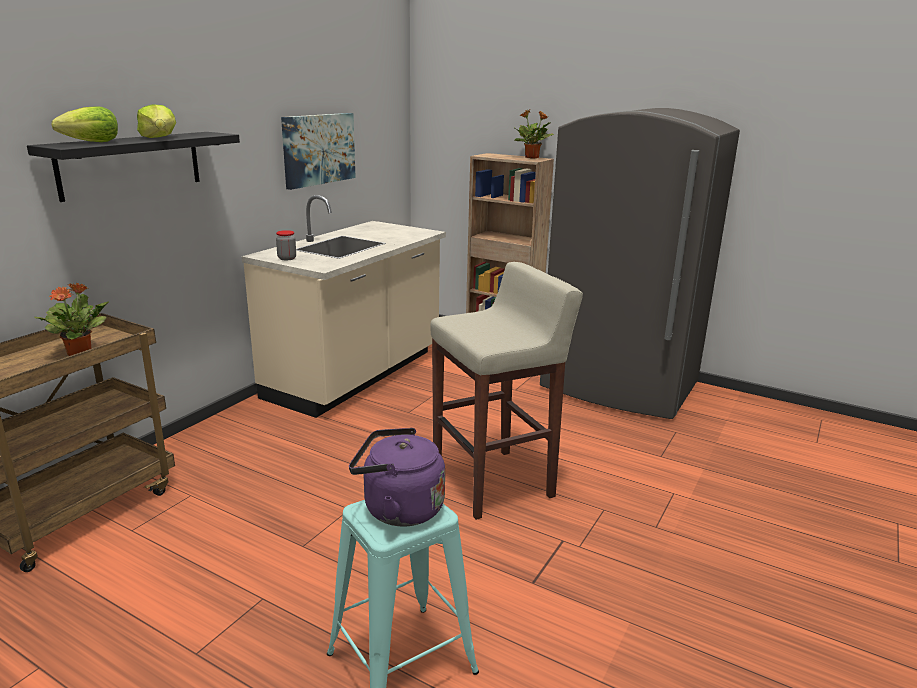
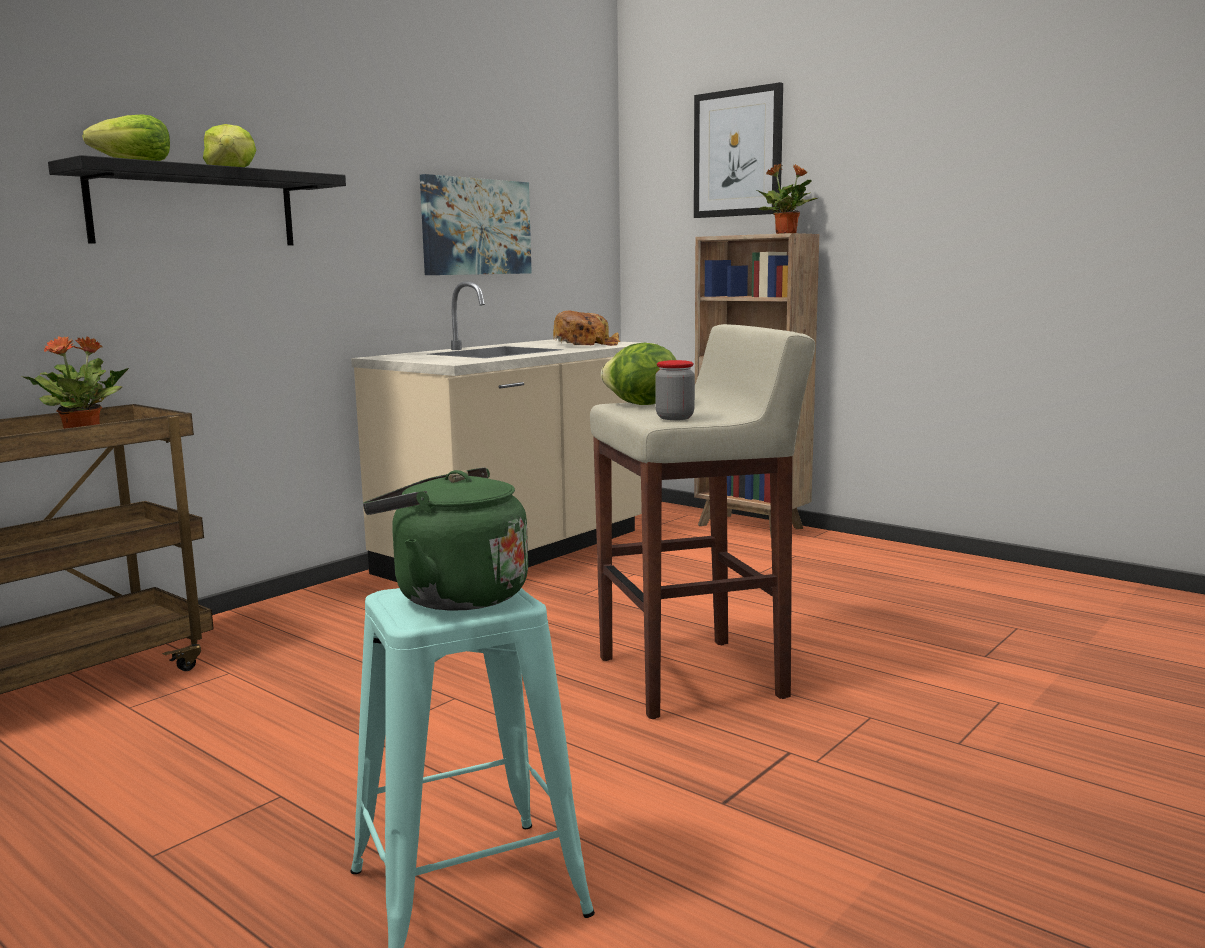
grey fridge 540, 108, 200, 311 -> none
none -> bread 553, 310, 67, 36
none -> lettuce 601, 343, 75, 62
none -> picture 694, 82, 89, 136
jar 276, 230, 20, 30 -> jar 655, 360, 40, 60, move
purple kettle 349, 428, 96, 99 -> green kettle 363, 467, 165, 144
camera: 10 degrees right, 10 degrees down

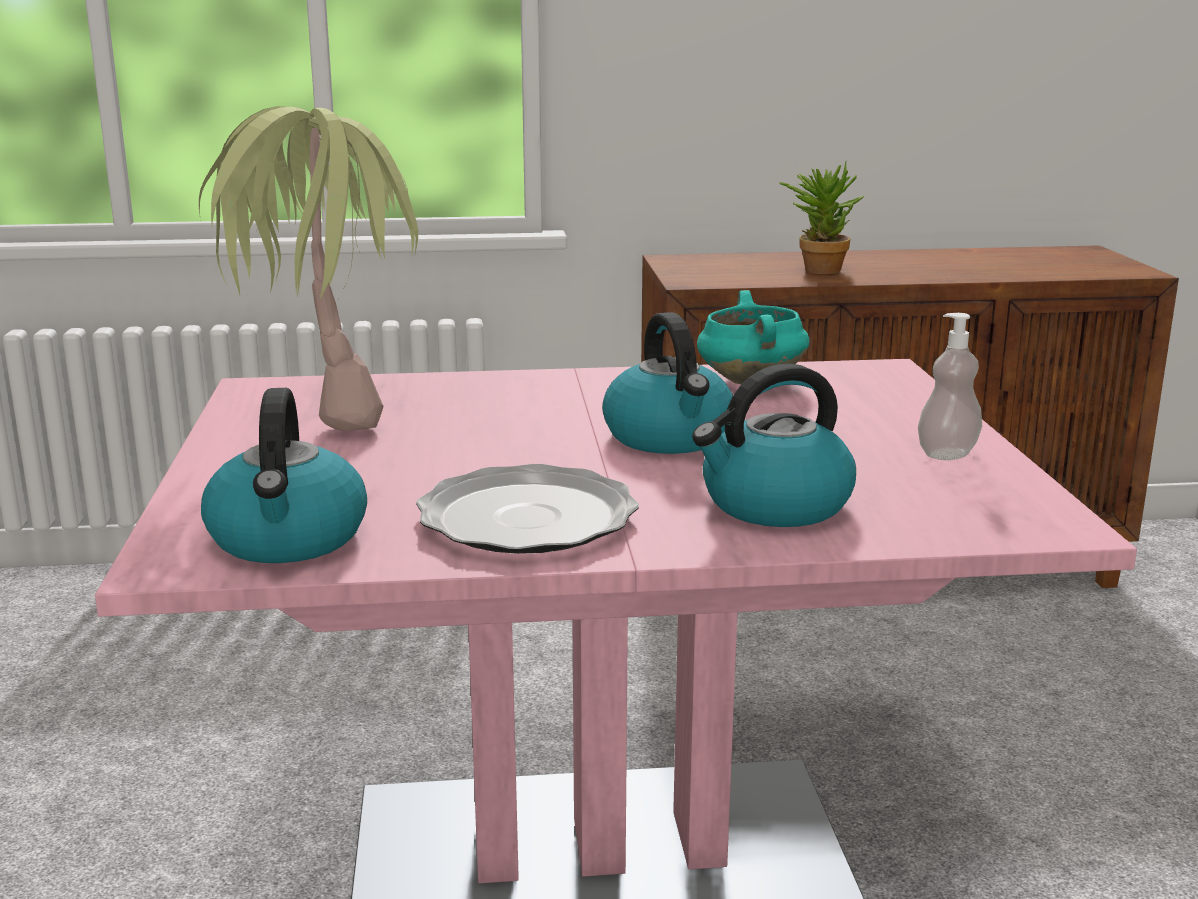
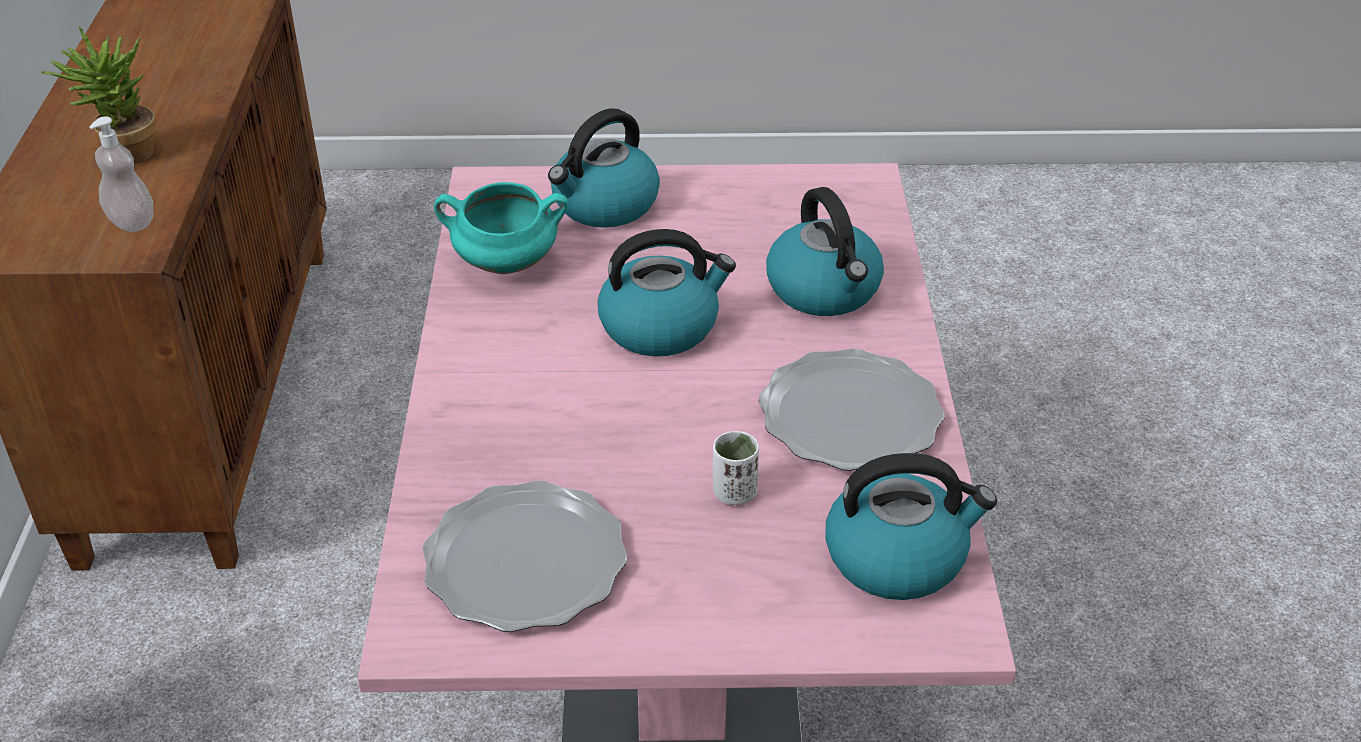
none -> kettle 548, 108, 112, 119
none -> white cup 713, 431, 46, 74
soap dispenser 918, 313, 64, 147 -> soap dispenser 90, 116, 63, 116, move
potted plant 199, 106, 219, 325 -> plate 422, 480, 206, 152
camera: 85 degrees left, 20 degrees up

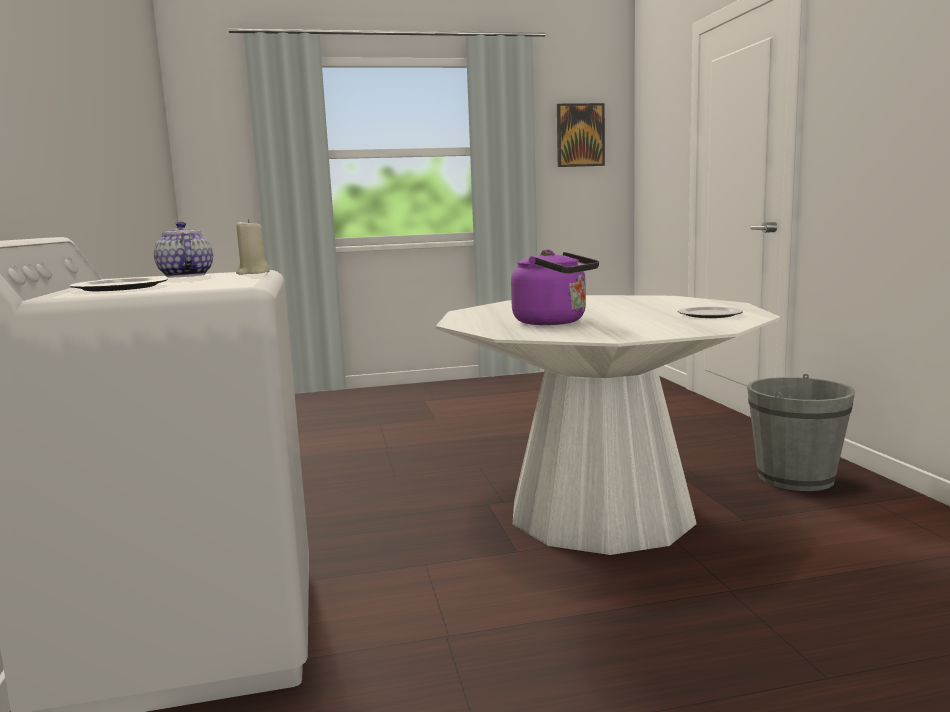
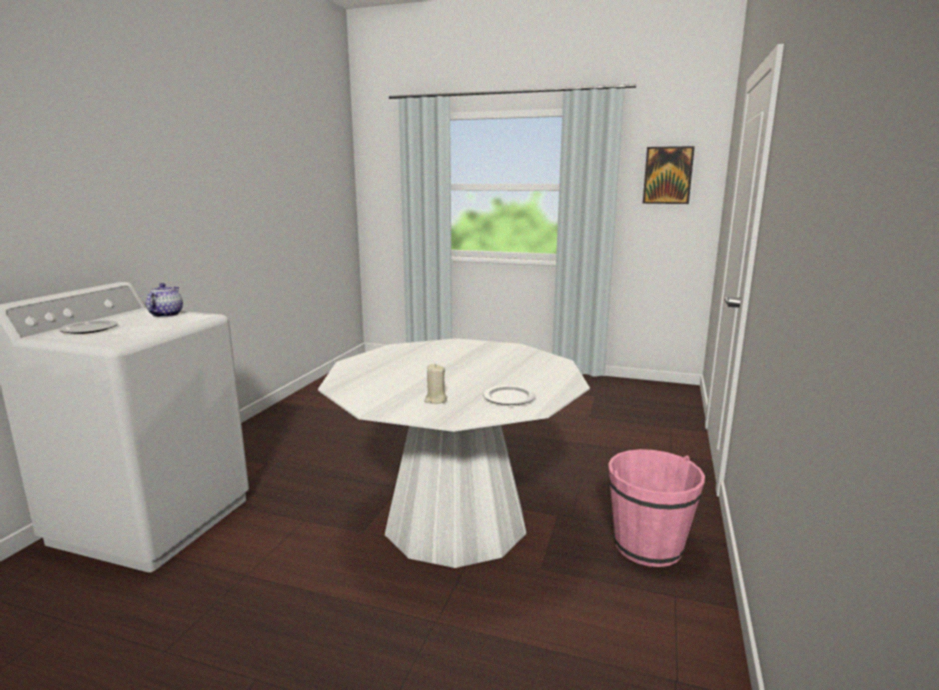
purple kettle 511, 249, 88, 76 -> none
beige candle 236, 219, 34, 56 -> beige candle 424, 364, 24, 40, move
grey bucket 747, 374, 108, 117 -> pink bucket 608, 449, 97, 118
camera: 30 degrees right, 5 degrees up

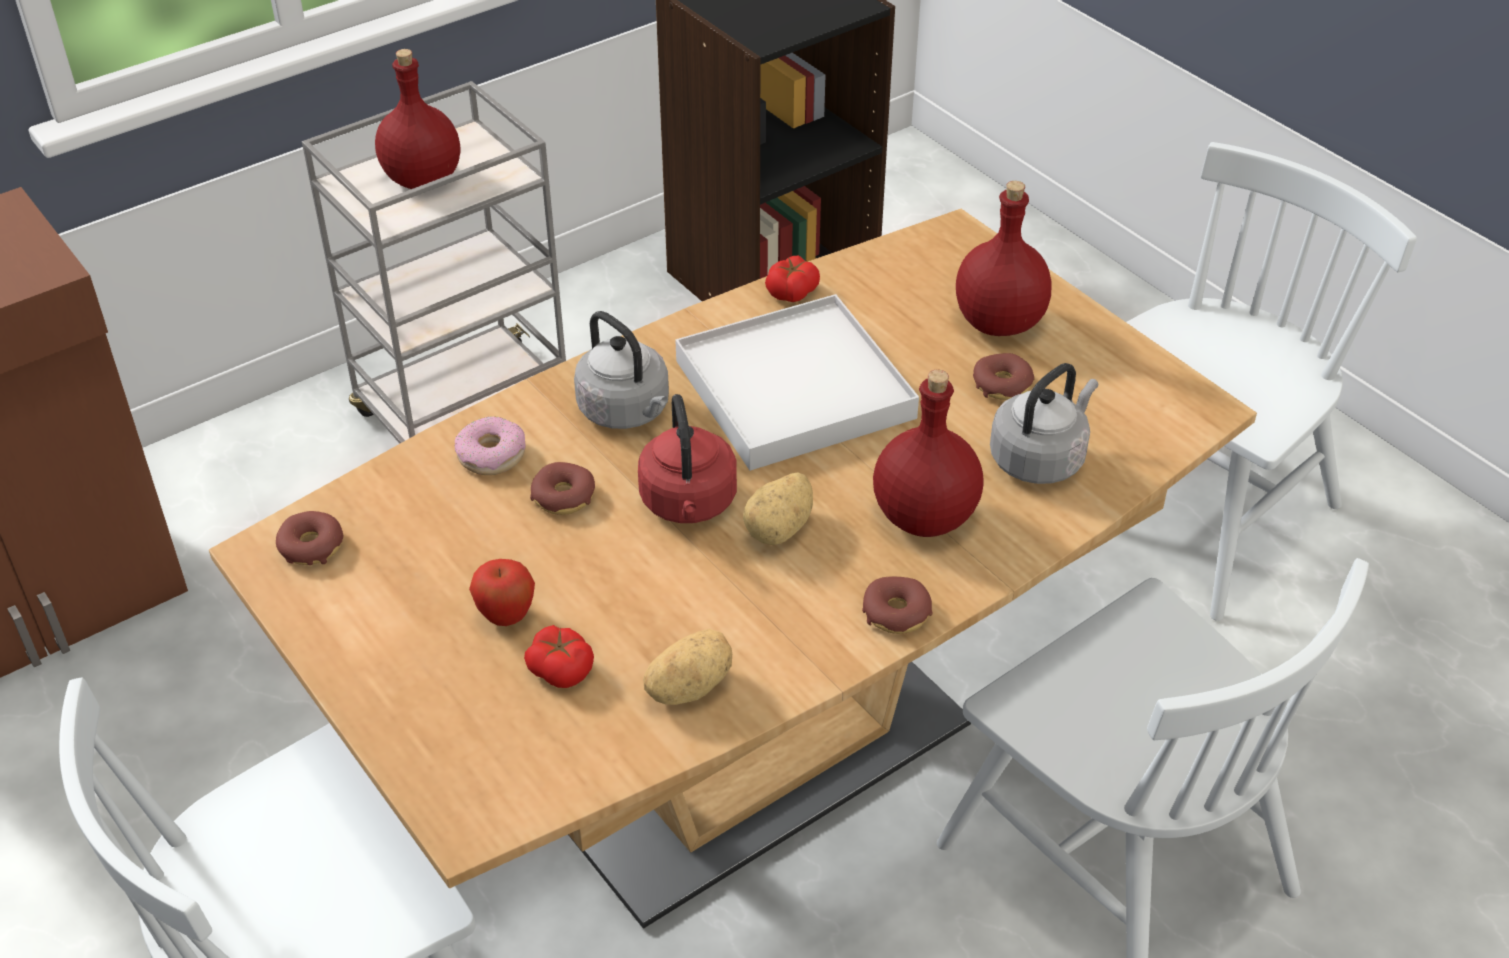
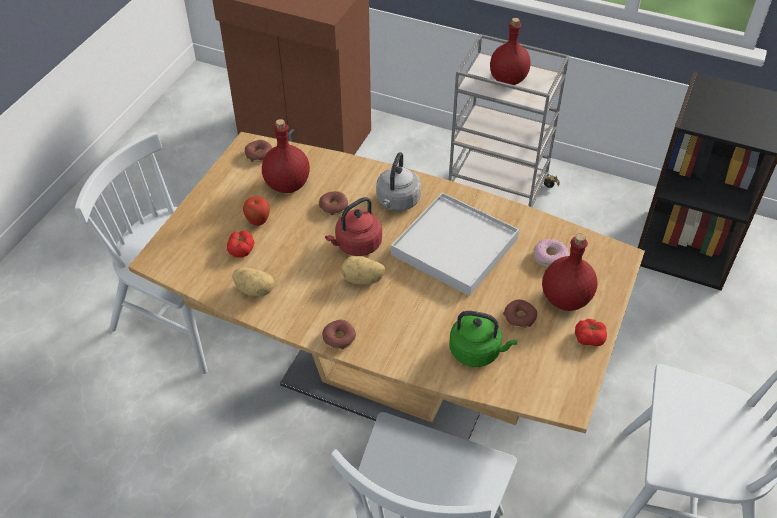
donut 455, 416, 71, 59 -> donut 533, 239, 36, 29, move
tomato 765, 256, 55, 46 -> tomato 575, 319, 32, 27, move
red bottle 873, 370, 110, 167 -> red bottle 262, 119, 48, 74, move
grey kettle 990, 363, 108, 121 -> green kettle 449, 311, 68, 56
camera: 60 degrees right, 5 degrees up

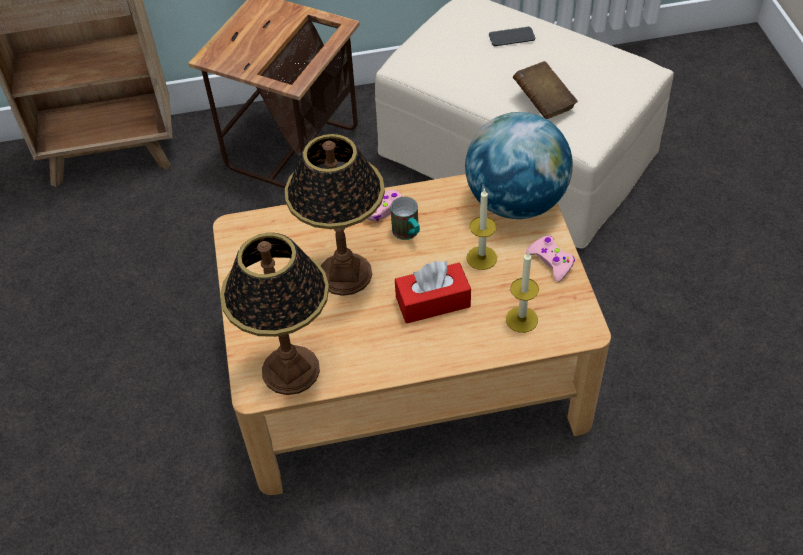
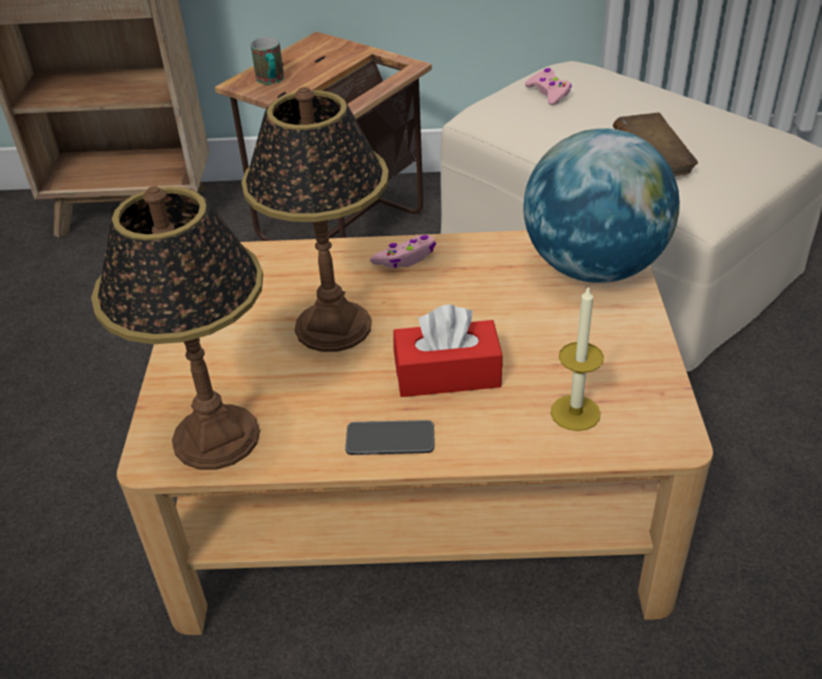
candle 467, 188, 30, 82 -> none
mug 391, 197, 29, 43 -> mug 251, 37, 33, 48, move
phone 489, 27, 46, 19 -> phone 345, 420, 89, 35, move
pink game controller 526, 236, 49, 46 -> pink game controller 525, 68, 47, 37, move
camera: 10 degrees right, 10 degrees down

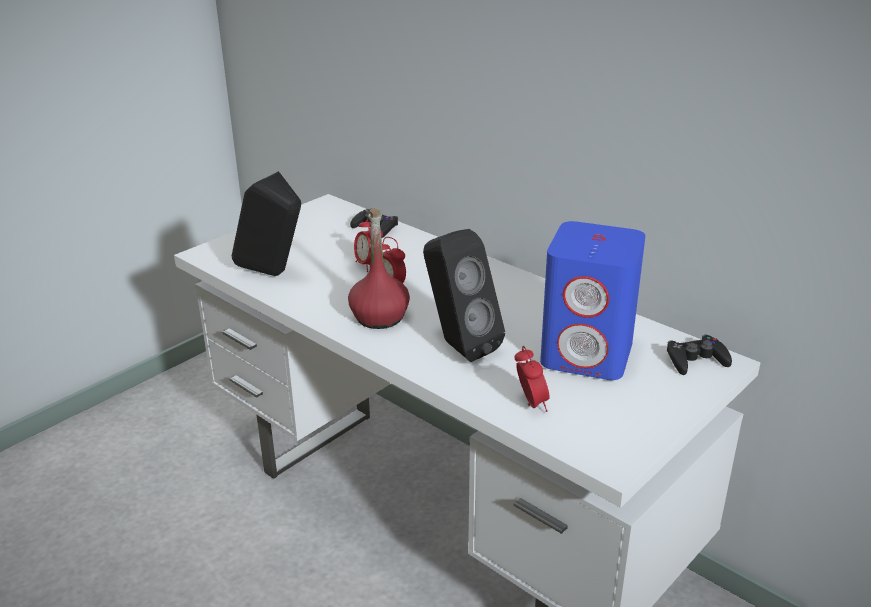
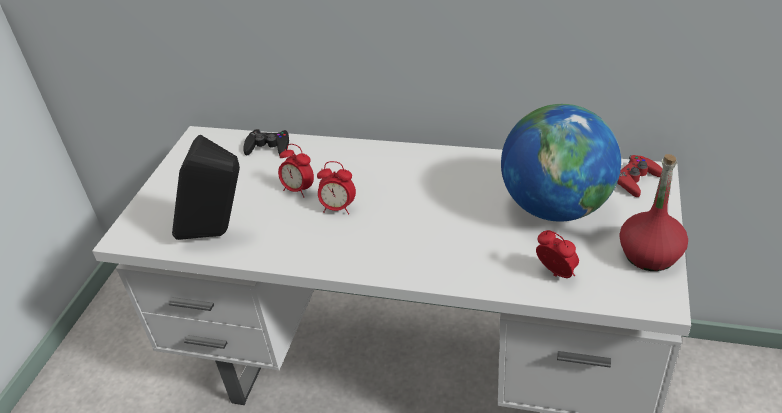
black speaker 423, 229, 82, 133 -> none
red bottle 348, 209, 62, 120 -> red bottle 619, 154, 69, 117, move
blue speaker 540, 221, 105, 159 -> globe 501, 104, 120, 118
black game controller 667, 335, 65, 40 -> red game controller 617, 155, 45, 42
camera: 25 degrees left, 10 degrees up

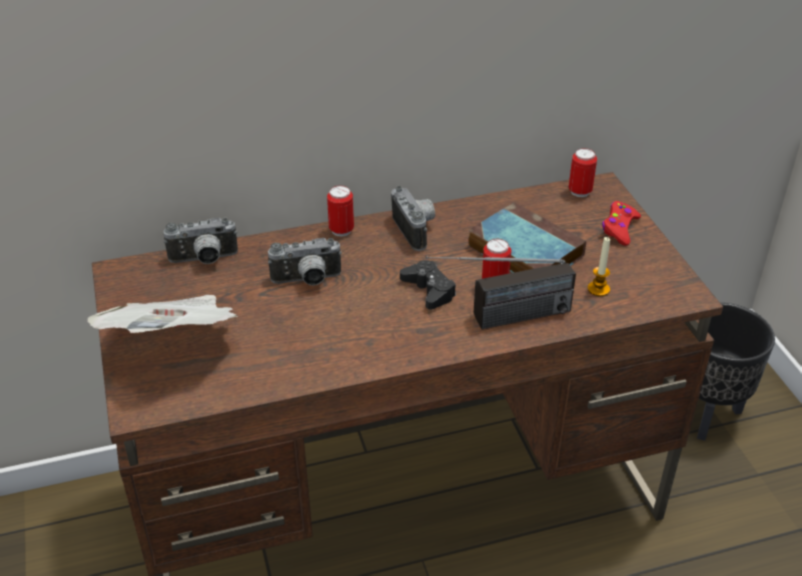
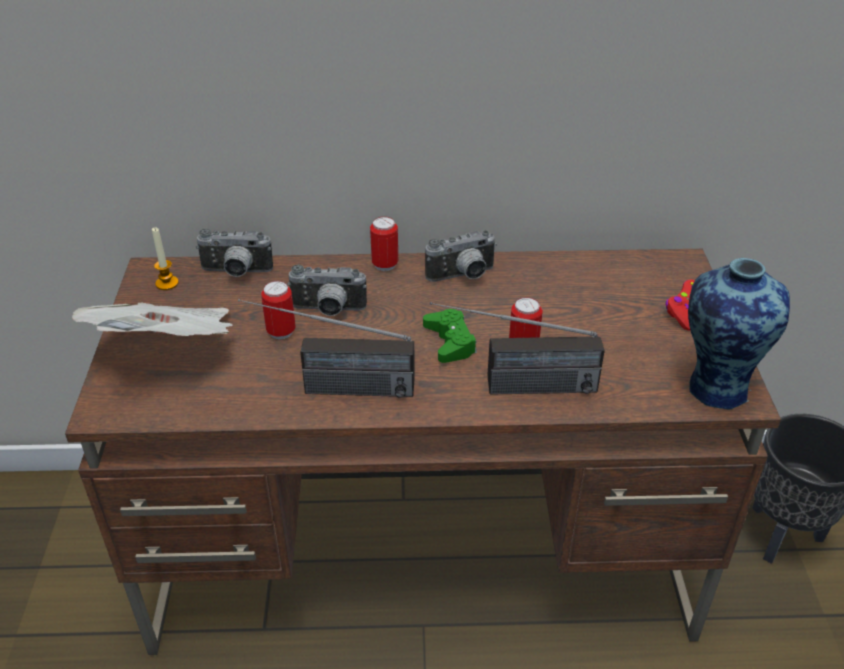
book 468, 202, 118, 71 -> none
none -> radio 238, 299, 177, 99
none -> vase 688, 258, 102, 152
can 569, 148, 28, 49 -> can 261, 281, 34, 58, move
candle 588, 237, 22, 60 -> candle 152, 228, 27, 62, move
black game controller 400, 260, 56, 49 -> green game controller 423, 309, 54, 54
photo camera 391, 186, 44, 65 -> photo camera 425, 230, 72, 52, 75 degrees clockwise
camera: 15 degrees right, 0 degrees up

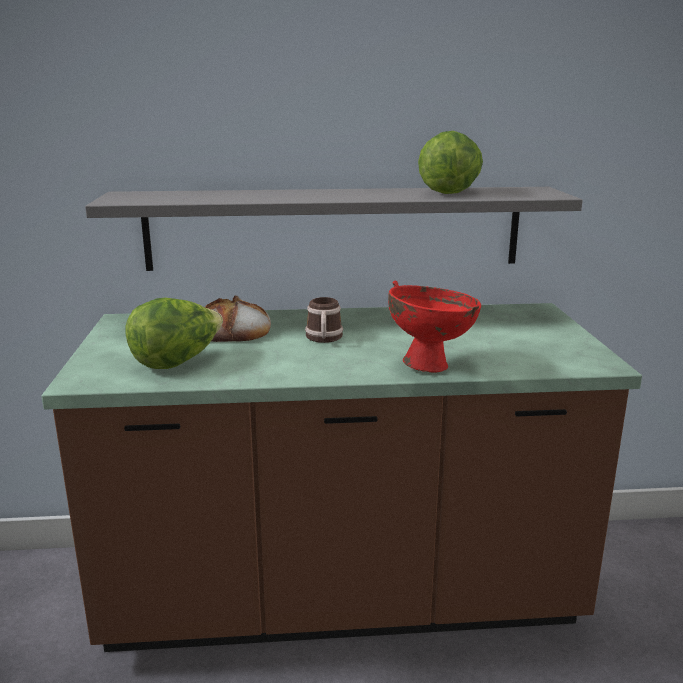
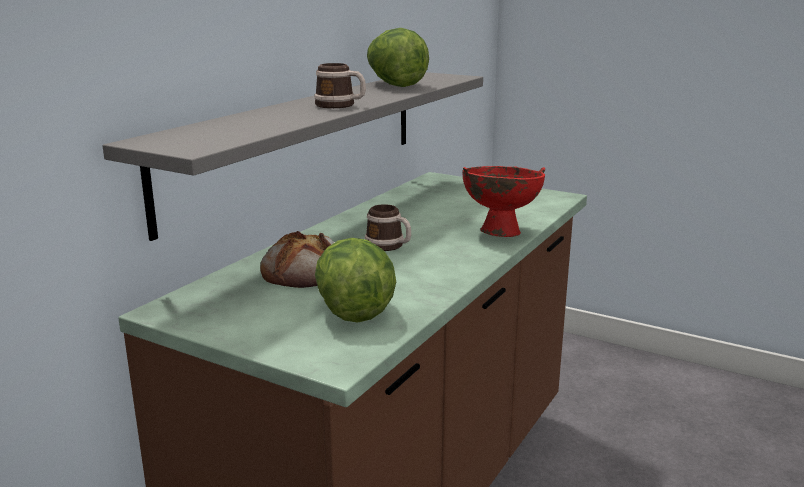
none -> mug 314, 63, 52, 45
camera: 55 degrees left, 0 degrees up

